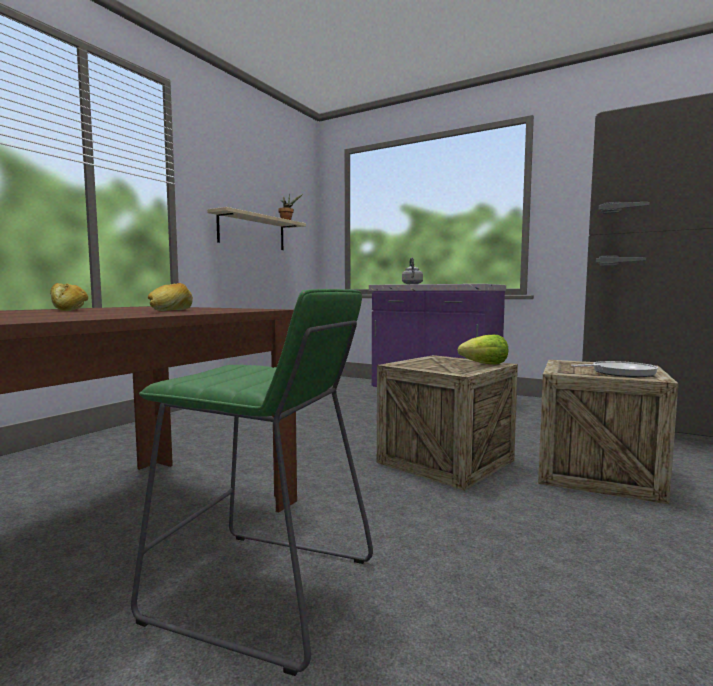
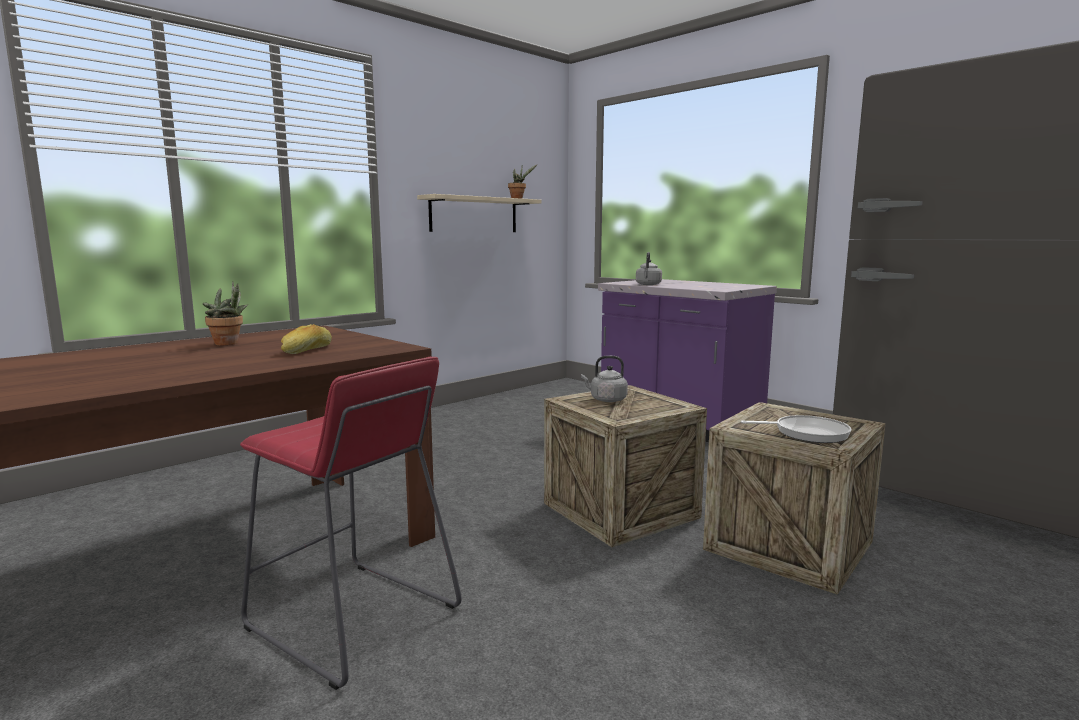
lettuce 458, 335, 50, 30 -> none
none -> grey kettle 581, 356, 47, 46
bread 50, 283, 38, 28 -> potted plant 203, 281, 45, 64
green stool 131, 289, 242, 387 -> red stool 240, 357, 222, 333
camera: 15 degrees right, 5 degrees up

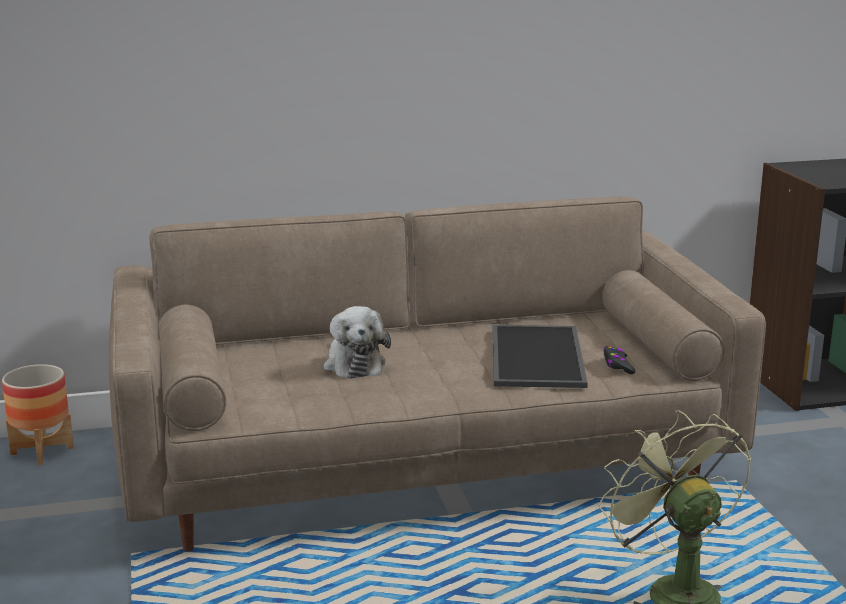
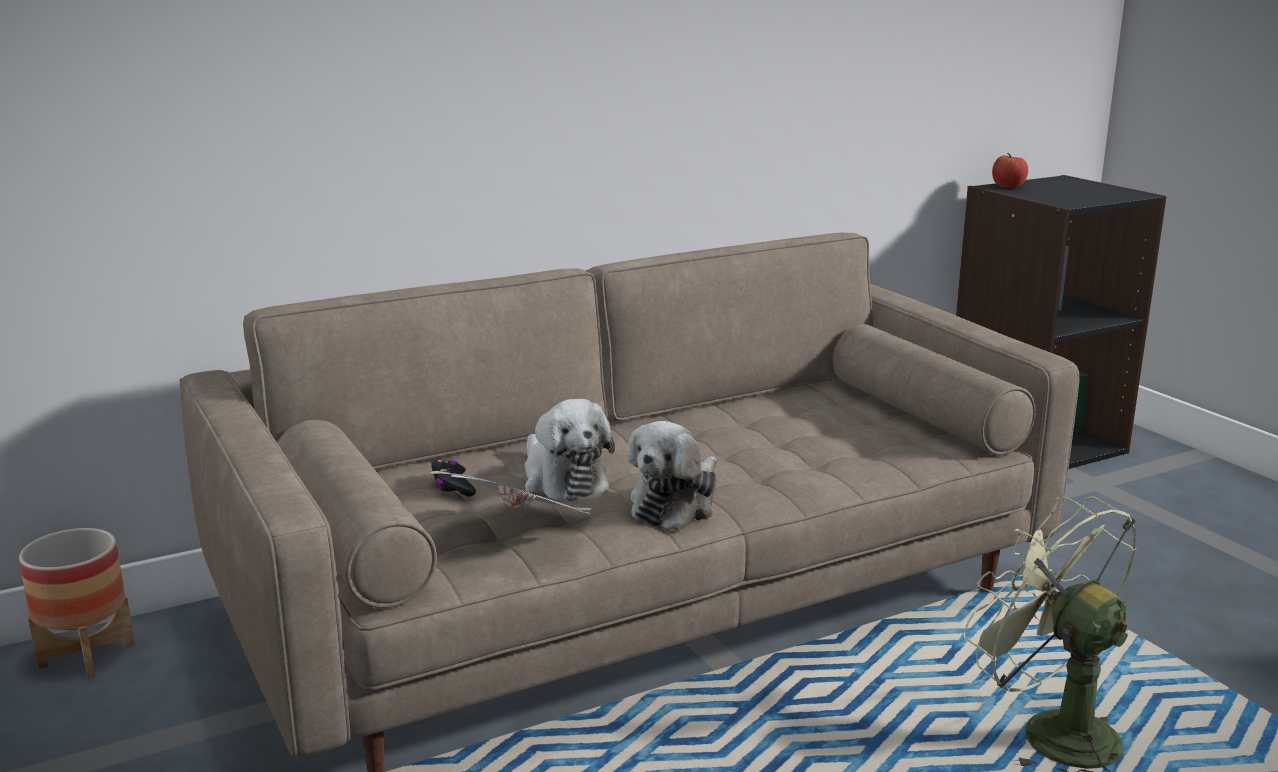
tray 492, 325, 96, 63 -> none
none -> newspaper 431, 471, 160, 43
none -> plush toy 627, 421, 90, 110
none -> apple 992, 153, 36, 35
black game controller 603, 346, 32, 28 -> black game controller 431, 459, 45, 38, move
camera: 15 degrees left, 0 degrees up

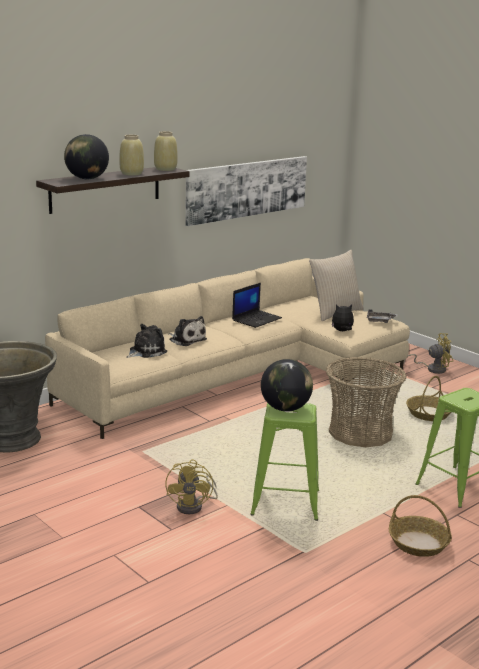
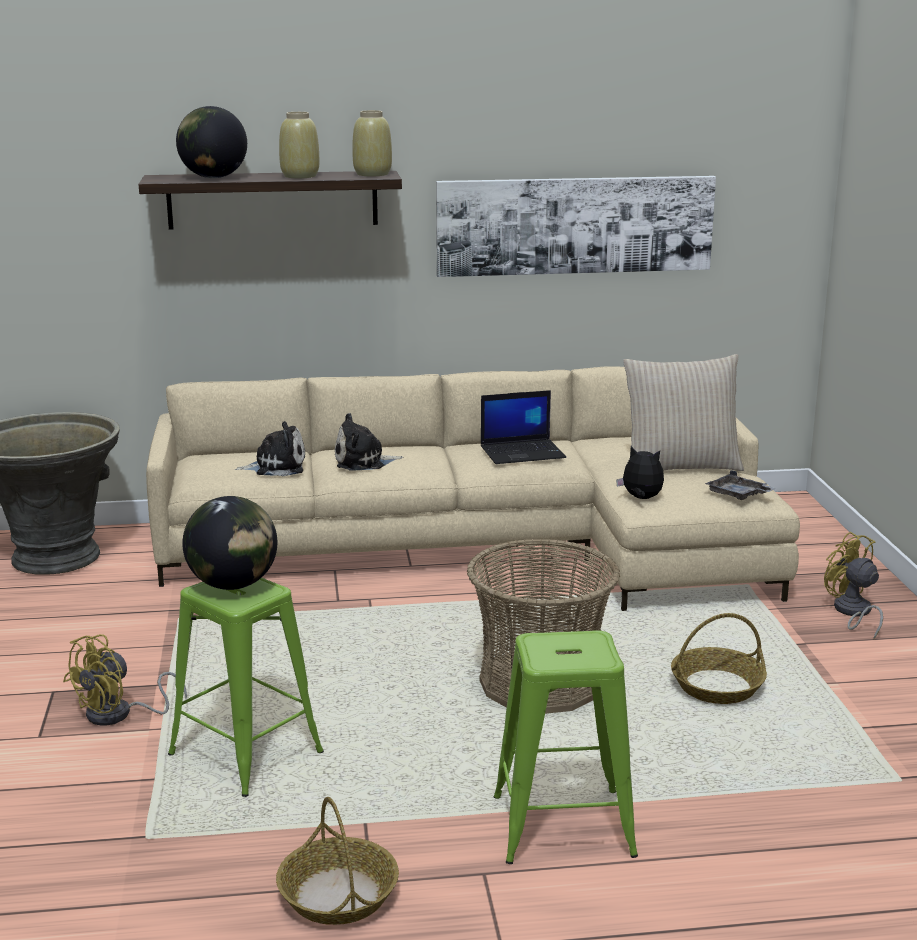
plush toy 168, 316, 39, 30 -> plush toy 335, 413, 68, 58, 90 degrees clockwise
yellow fan 404, 333, 49, 41 -> yellow fan 824, 532, 59, 107, 150 degrees counterclockwise
camera: 35 degrees right, 0 degrees up

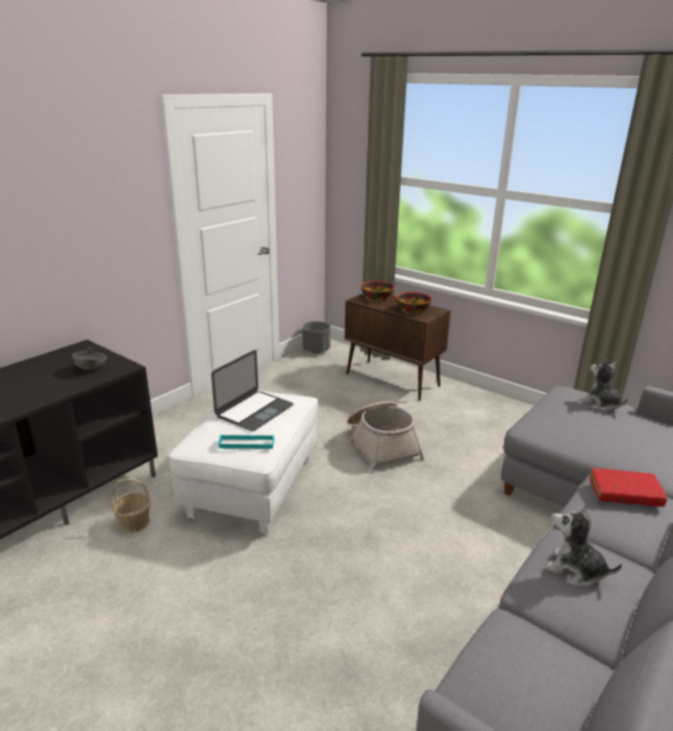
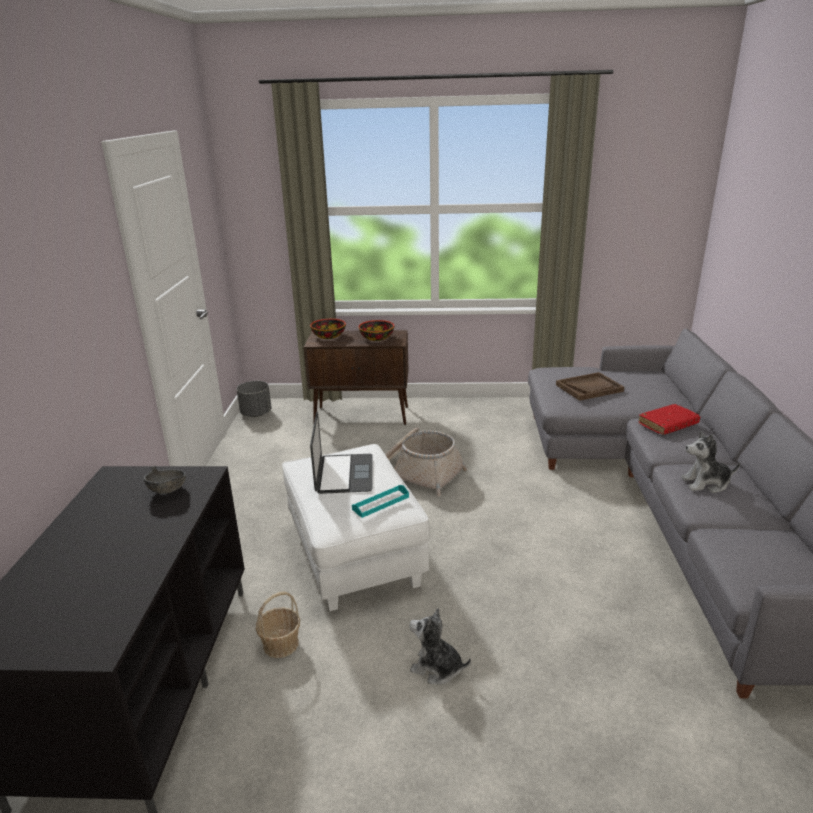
none -> brown tray 556, 372, 68, 29
plush toy 581, 360, 47, 52 -> plush toy 409, 608, 62, 77, move
camera: 35 degrees left, 0 degrees up

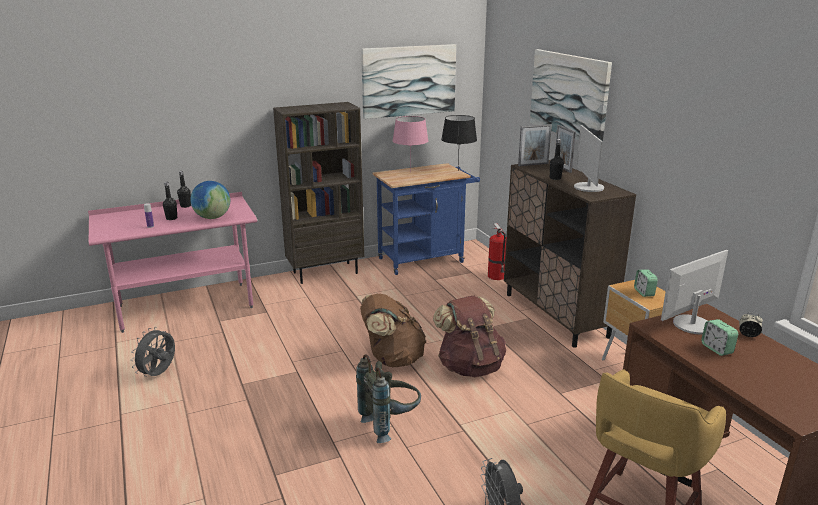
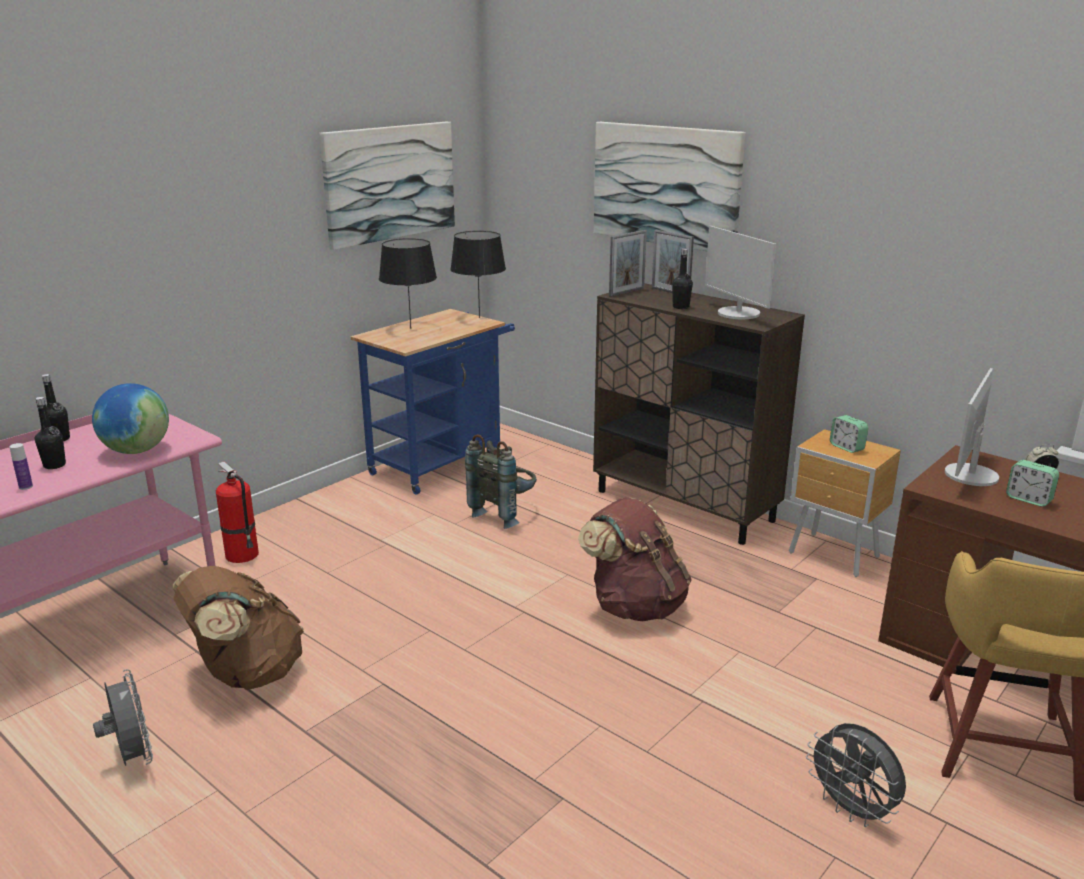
brown bookcase 273, 102, 91, 182 -> none
grey backpack 356, 354, 65, 89 -> grey backpack 465, 434, 72, 95, move
brown backpack 360, 294, 66, 73 -> brown backpack 173, 566, 131, 124, move
fire extinguisher 488, 223, 18, 57 -> fire extinguisher 216, 461, 43, 102, move
pink table lamp 393, 116, 35, 57 -> black table lamp 379, 238, 58, 91
grey fan 131, 327, 44, 50 -> grey fan 93, 669, 60, 97, 150 degrees clockwise
camera: 25 degrees left, 0 degrees up

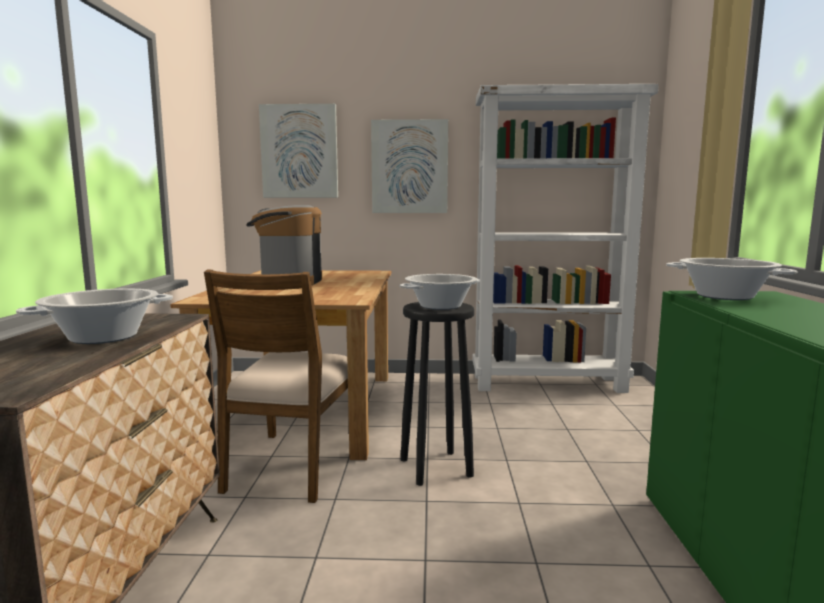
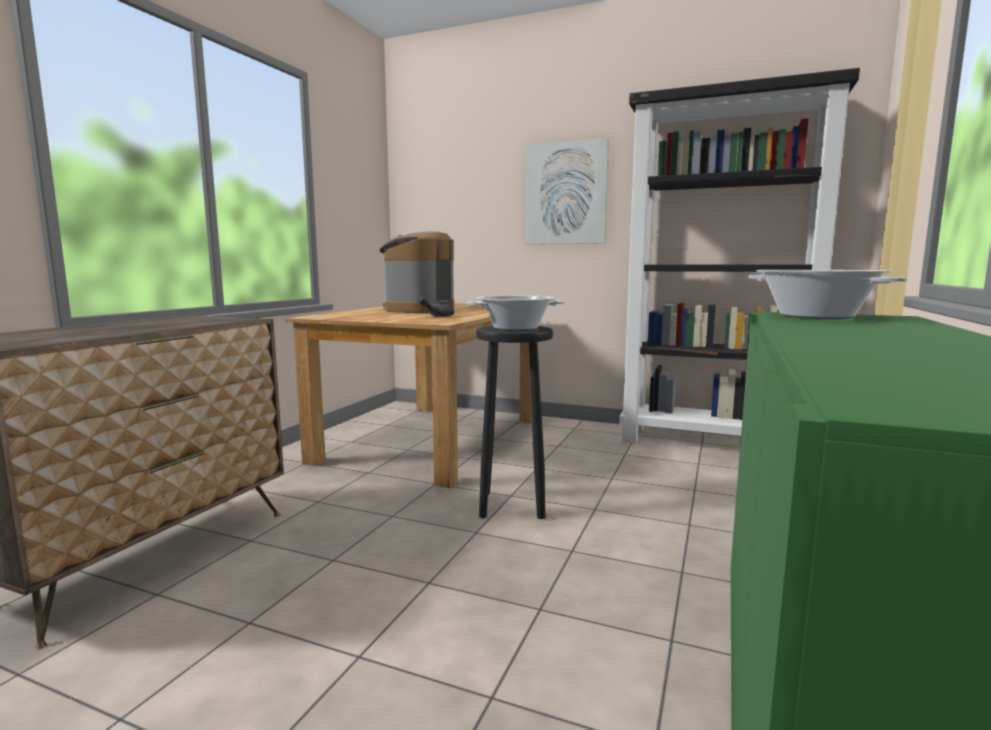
cooking pot 16, 289, 157, 55 -> none
brown chair 204, 270, 144, 233 -> none
picture 259, 104, 79, 94 -> none
none -> grey teapot 419, 297, 35, 20
white bookcase 472, 84, 187, 309 -> black bookcase 619, 68, 241, 375
camera: 20 degrees right, 0 degrees up

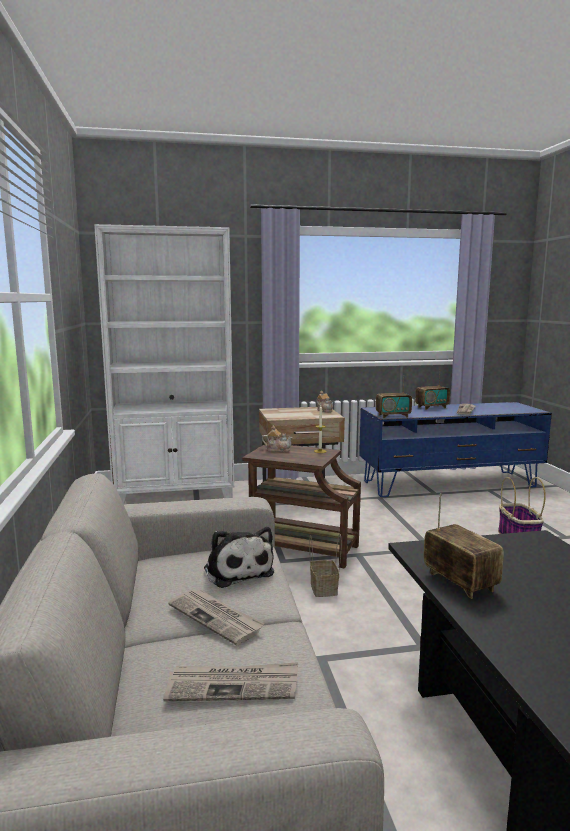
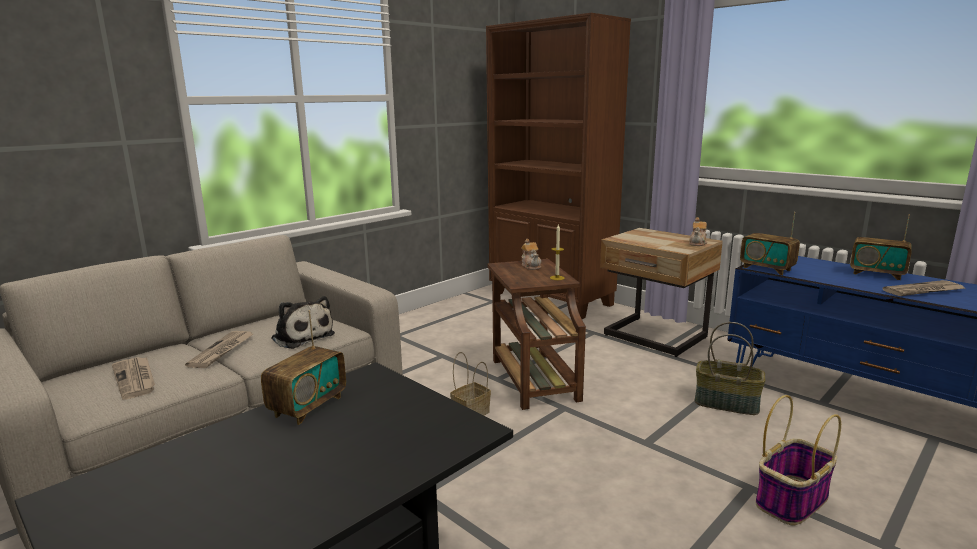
none -> basket 695, 322, 71, 93
white bookcase 94, 224, 140, 280 -> brown bookcase 486, 13, 145, 306
plush toy 204, 527, 70, 61 -> plush toy 271, 296, 64, 53, 75 degrees counterclockwise
camera: 55 degrees right, 5 degrees up

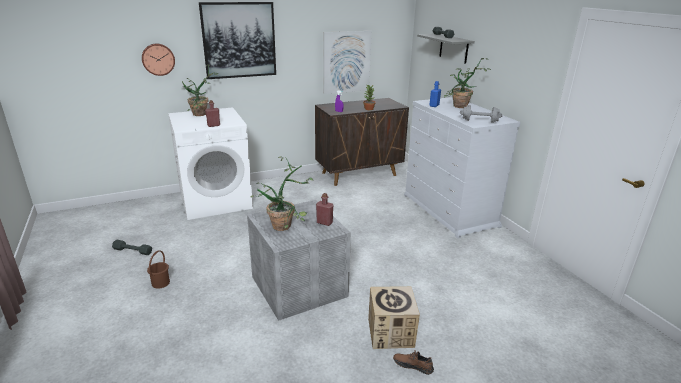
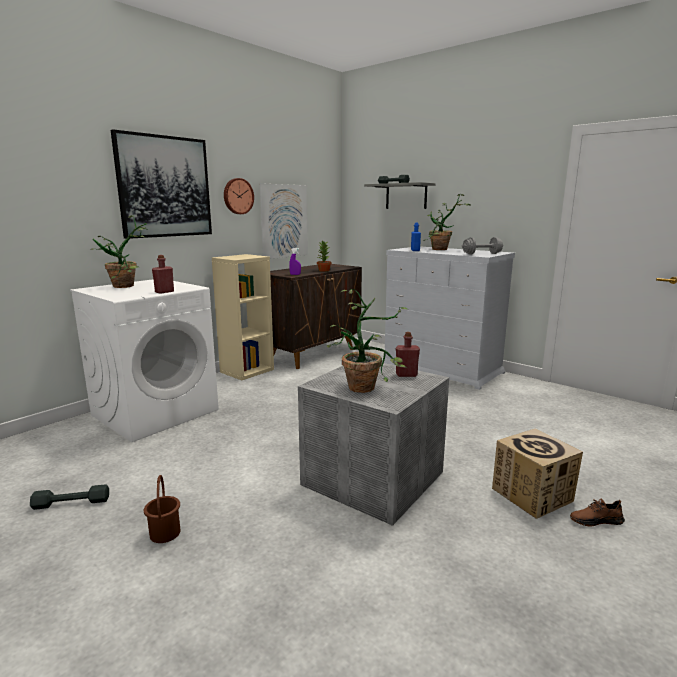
none -> beige bookcase 212, 254, 62, 127
wall clock 142, 44, 33, 32 -> wall clock 224, 178, 30, 36, move
camera: 25 degrees left, 10 degrees down

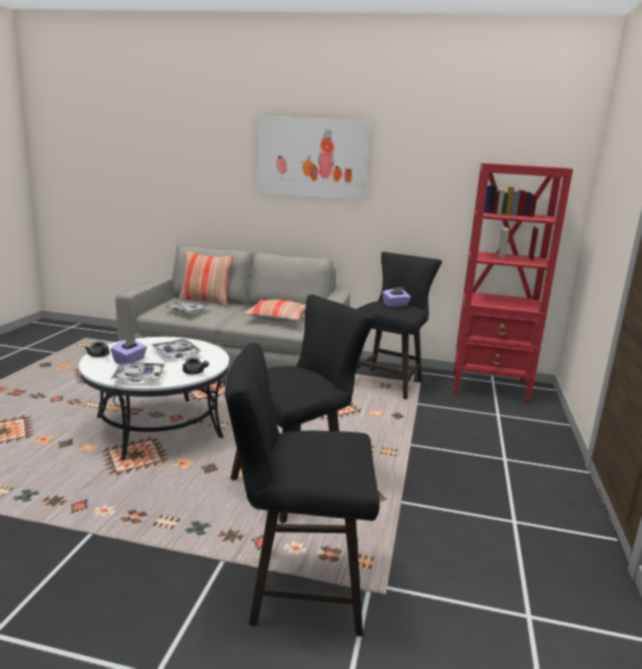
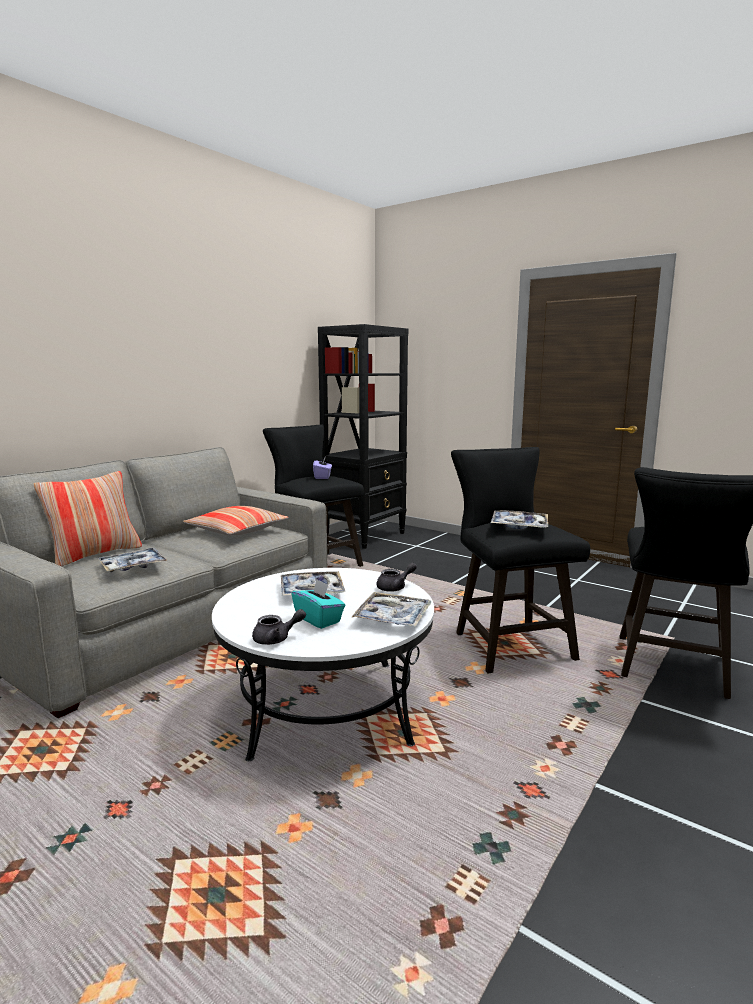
picture 257, 116, 113, 85 -> none
none -> tray 491, 510, 57, 19
purple tissue box 111, 337, 36, 27 -> turquoise tissue box 292, 579, 53, 50
red bookcase 453, 163, 120, 241 -> black bookcase 318, 324, 91, 225
camera: 65 degrees left, 5 degrees down

